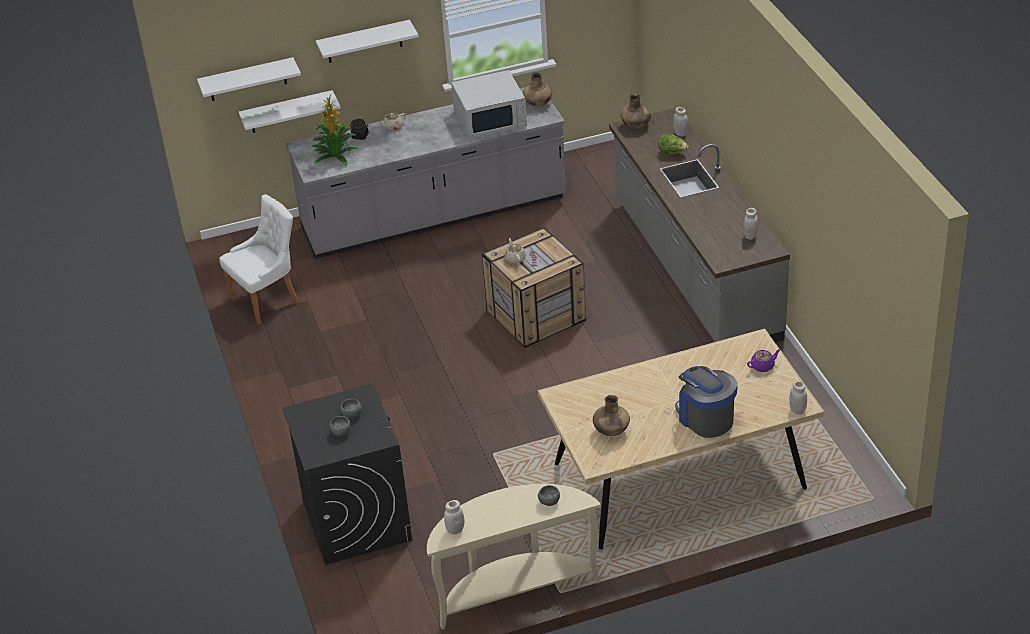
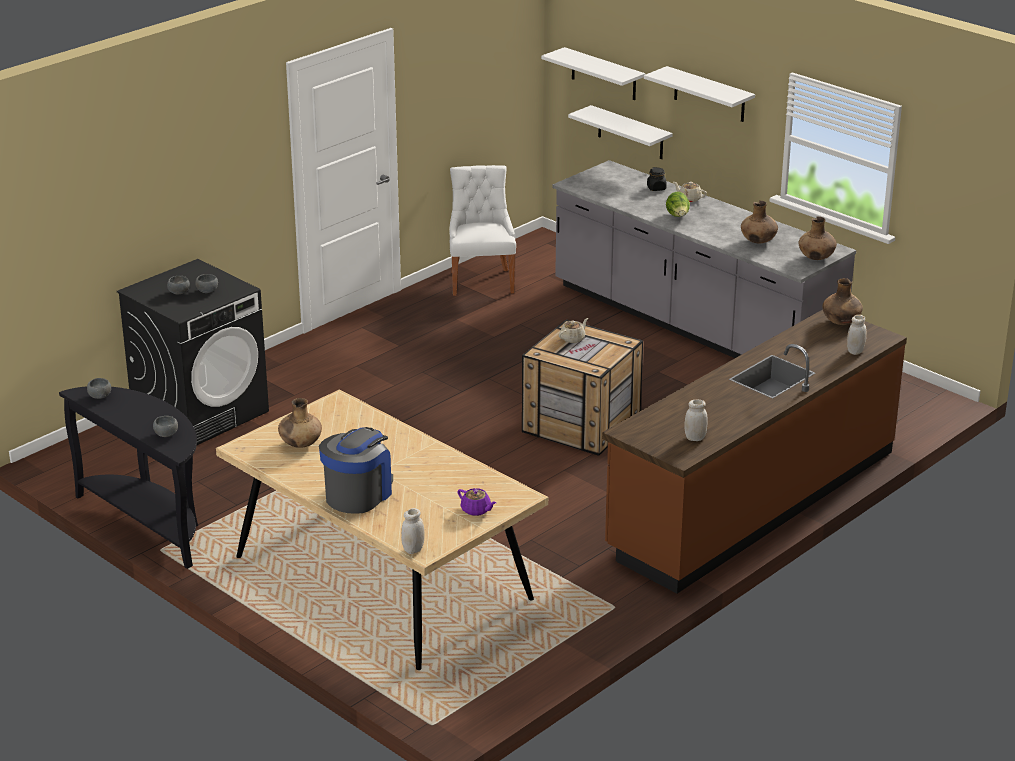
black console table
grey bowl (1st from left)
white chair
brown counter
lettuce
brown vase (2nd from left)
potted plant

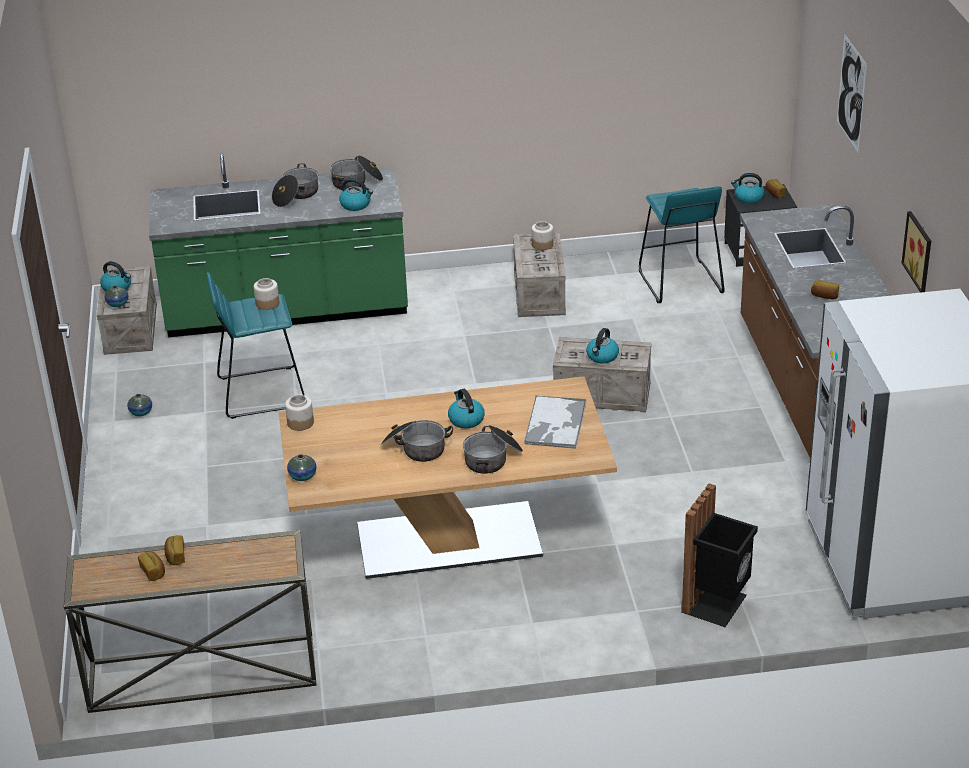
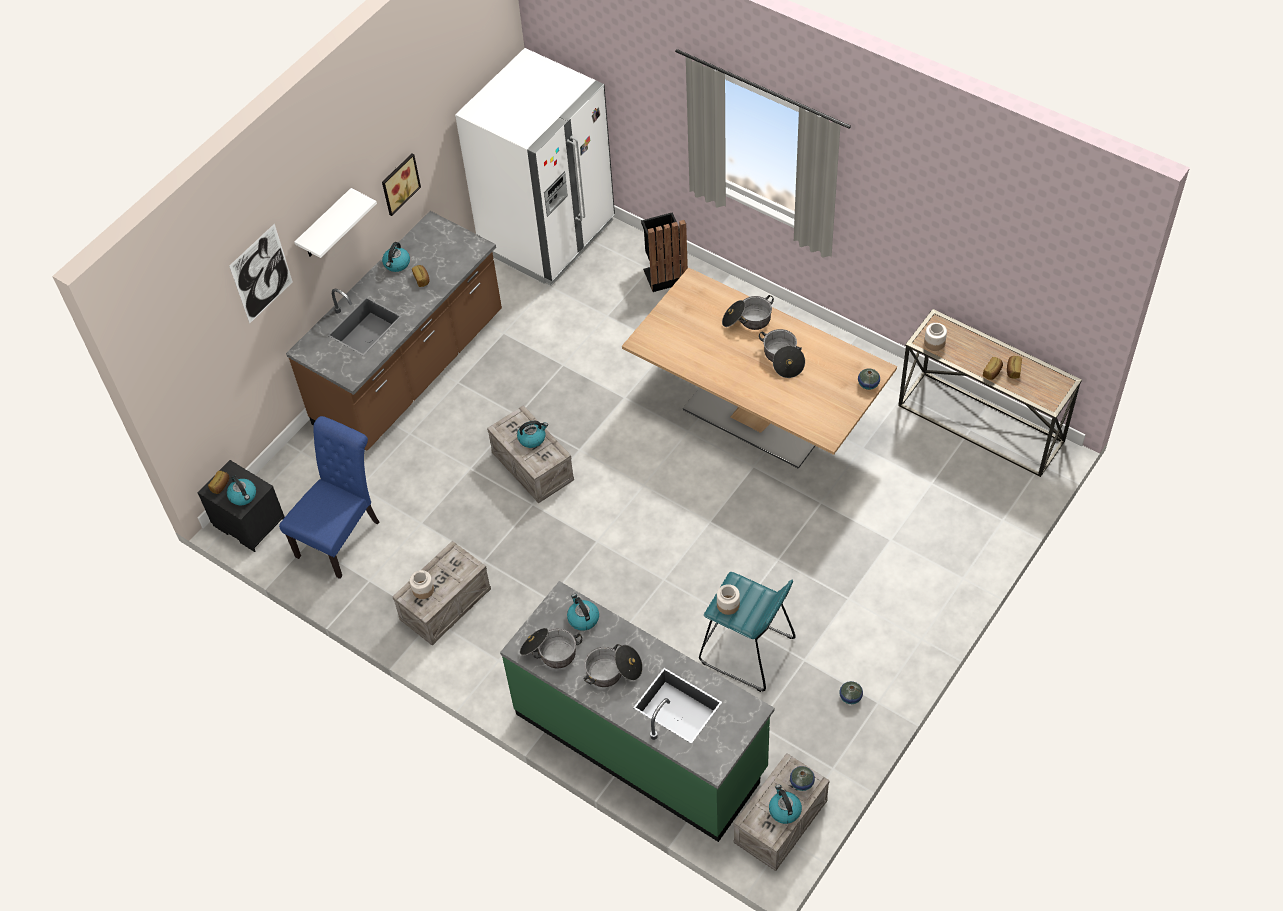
blue chair
white shelf
kettle (2nd from left)
jar (3rd from left)
tray

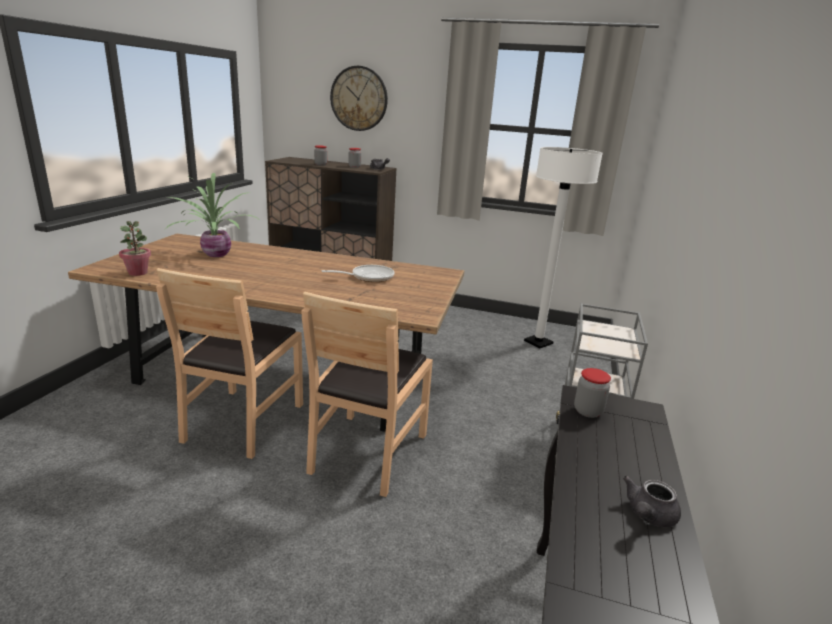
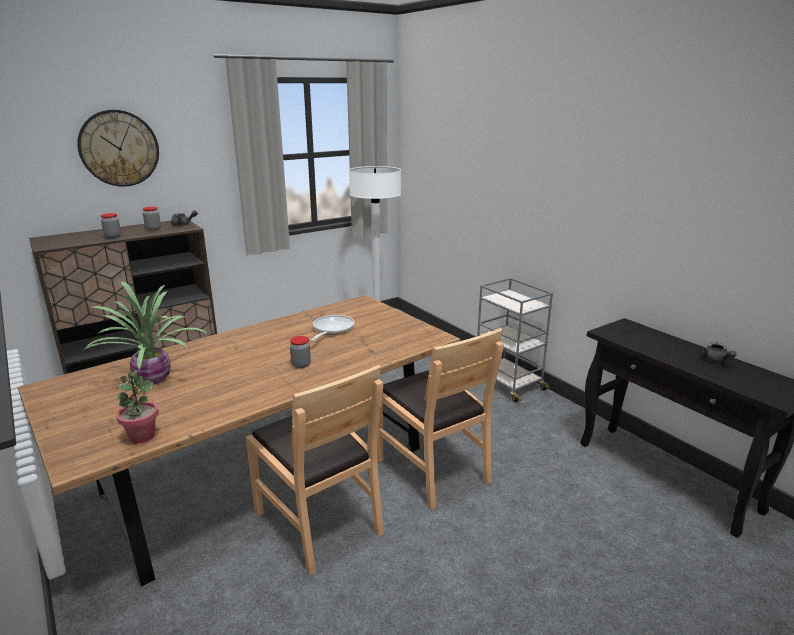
jar (3rd from left)

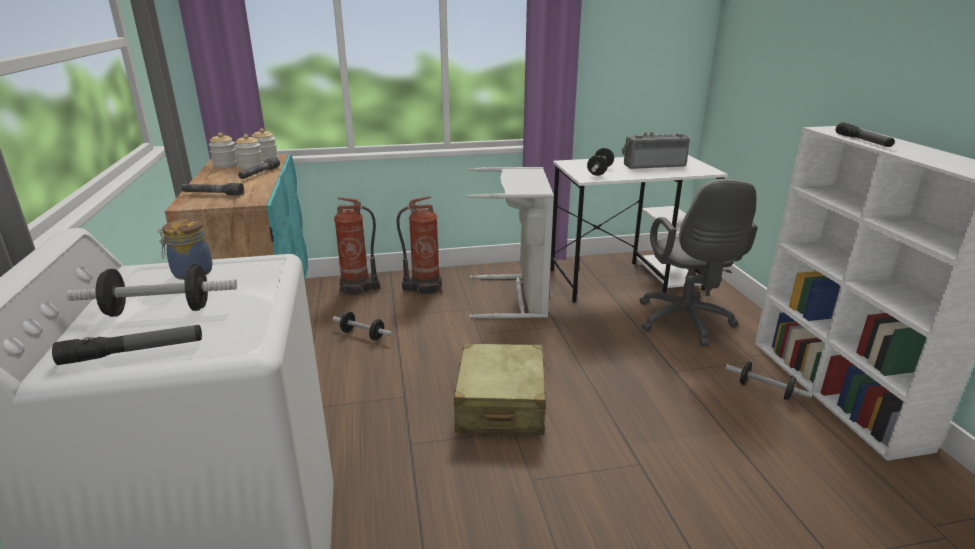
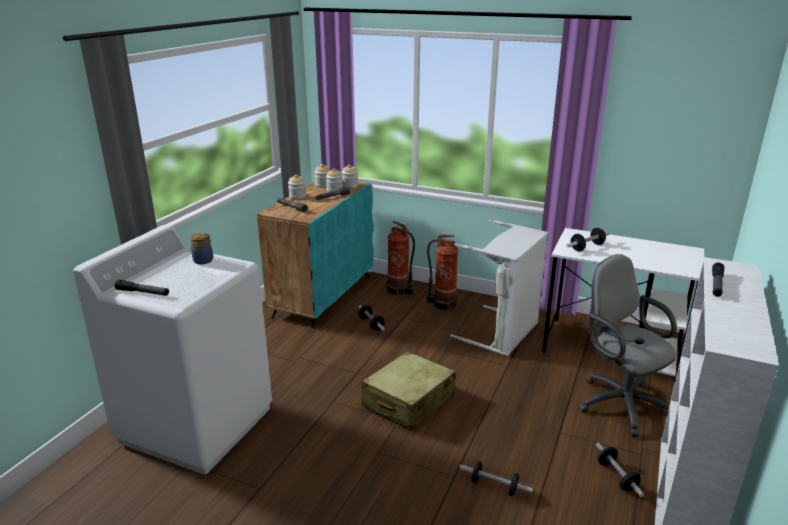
jar (2nd from left)
dumbbell (2nd from left)
grey office chair
radio

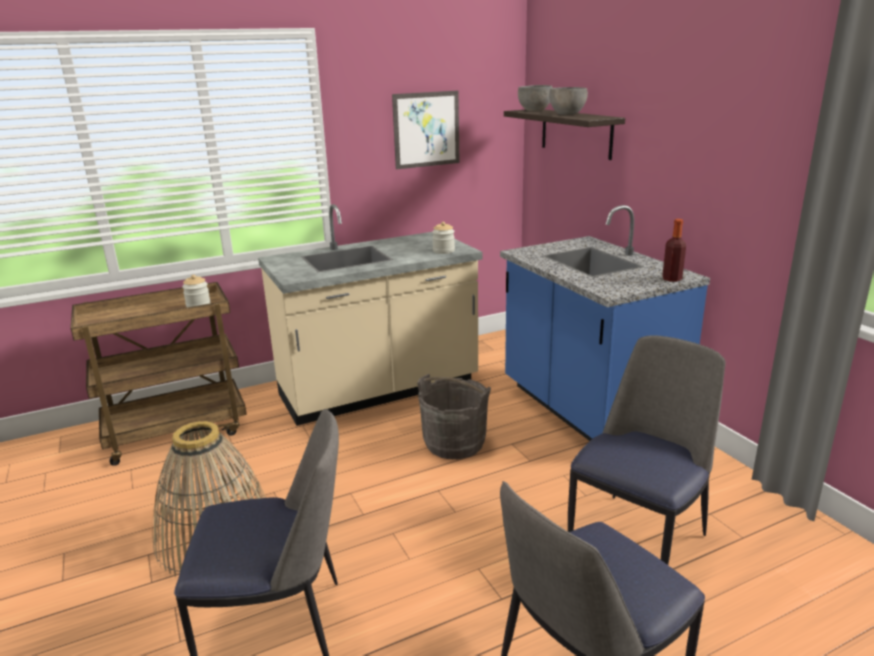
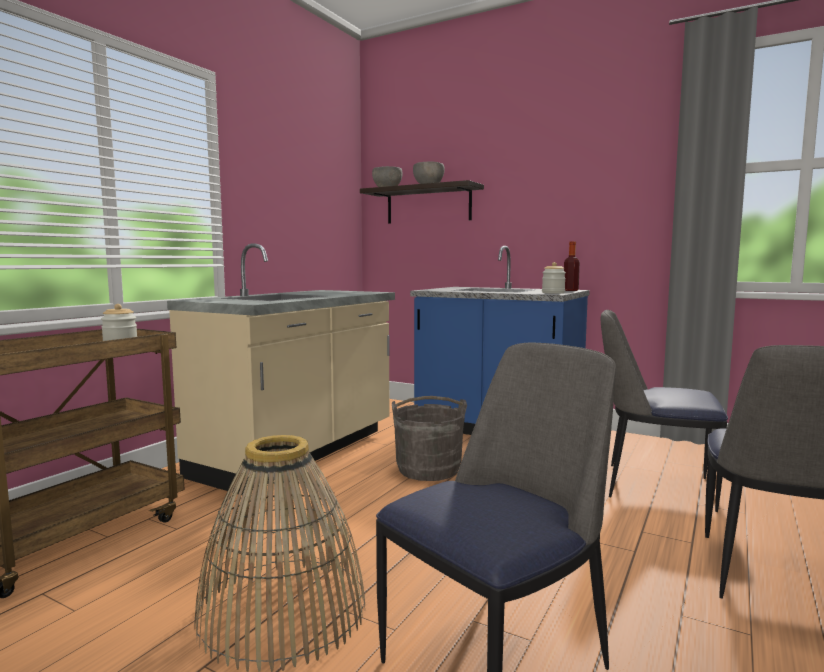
jar (2nd from left)
chair (2nd from left)
picture

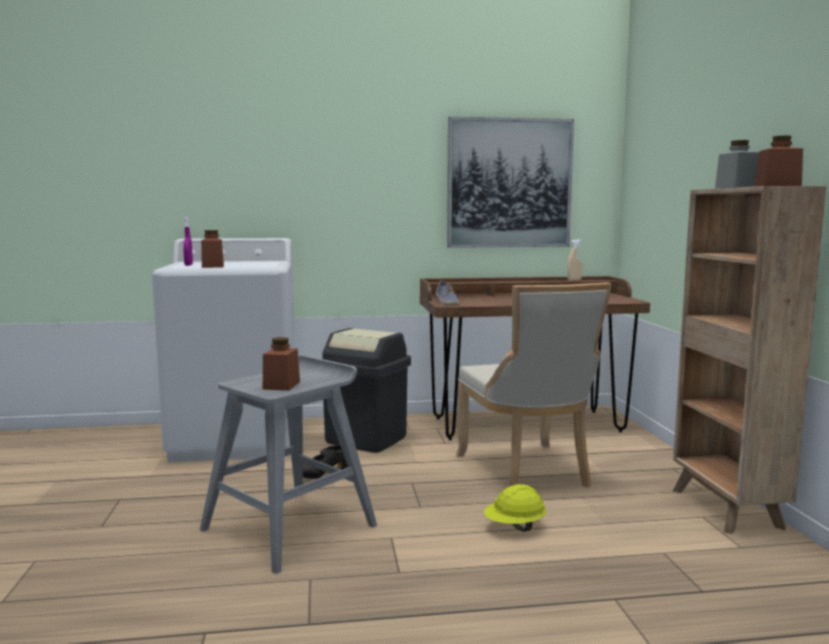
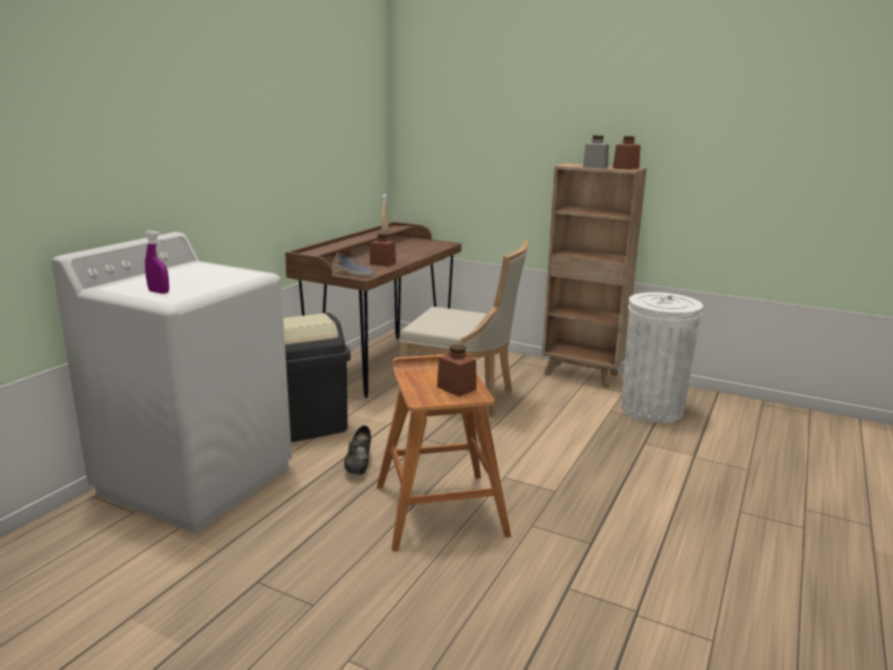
brown jar (1st from left)
brown stool
white trash can
picture
yellow hard hat

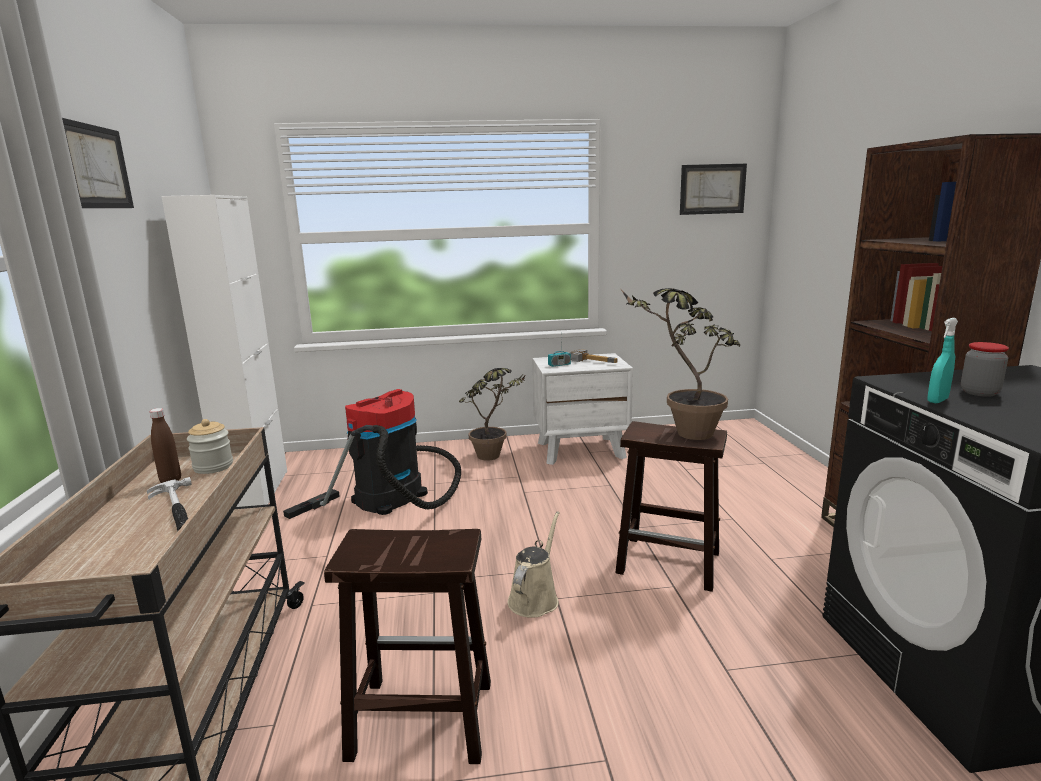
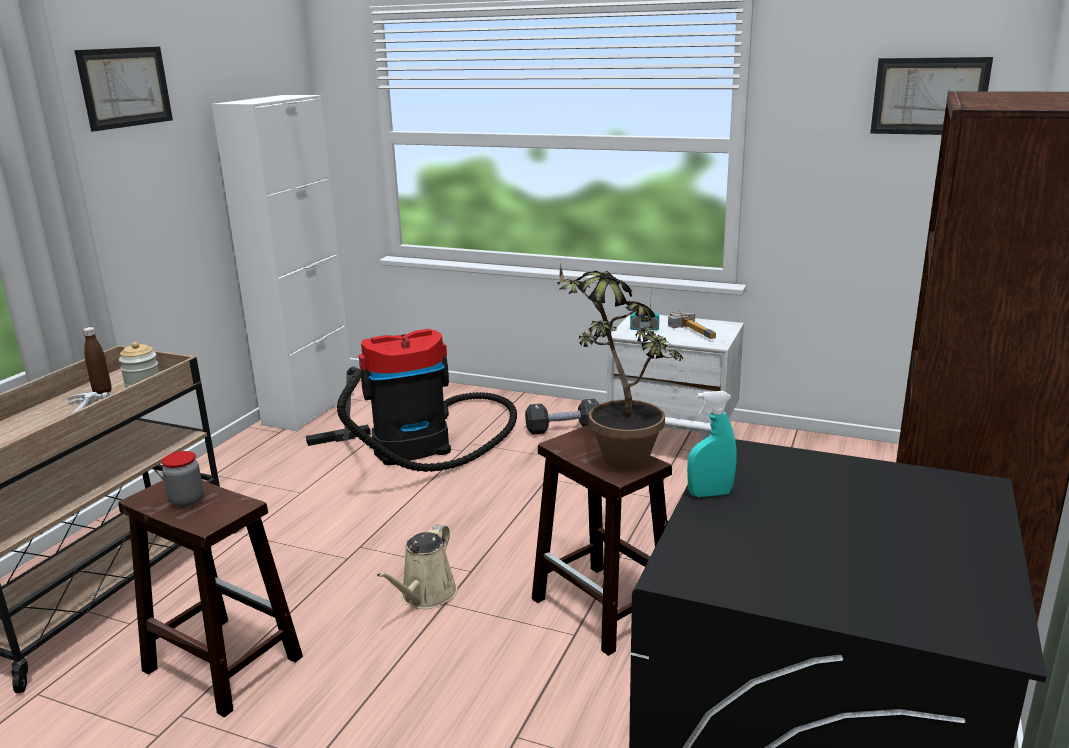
jar (2nd from left)
beige watering can
black dumbbell

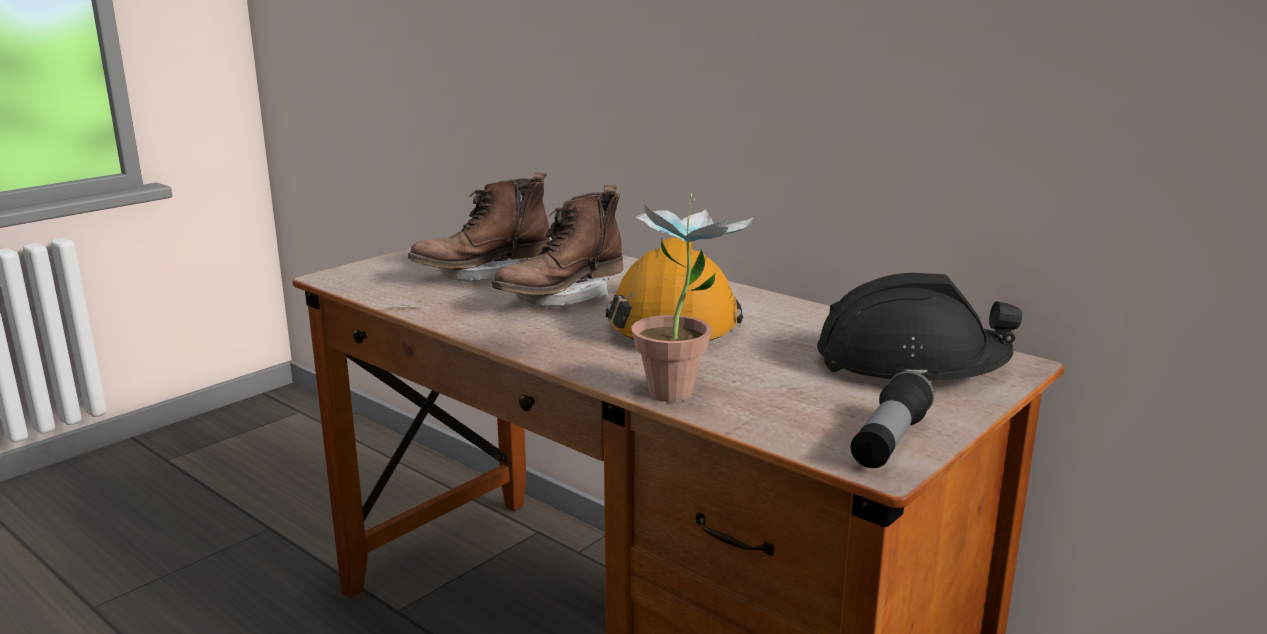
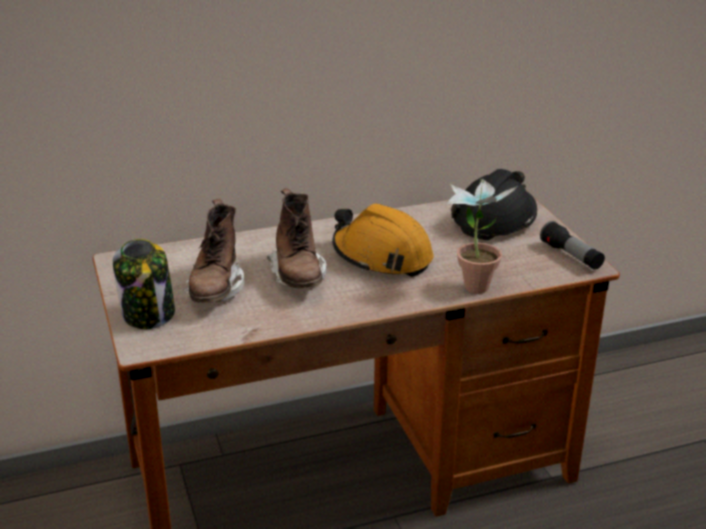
jar

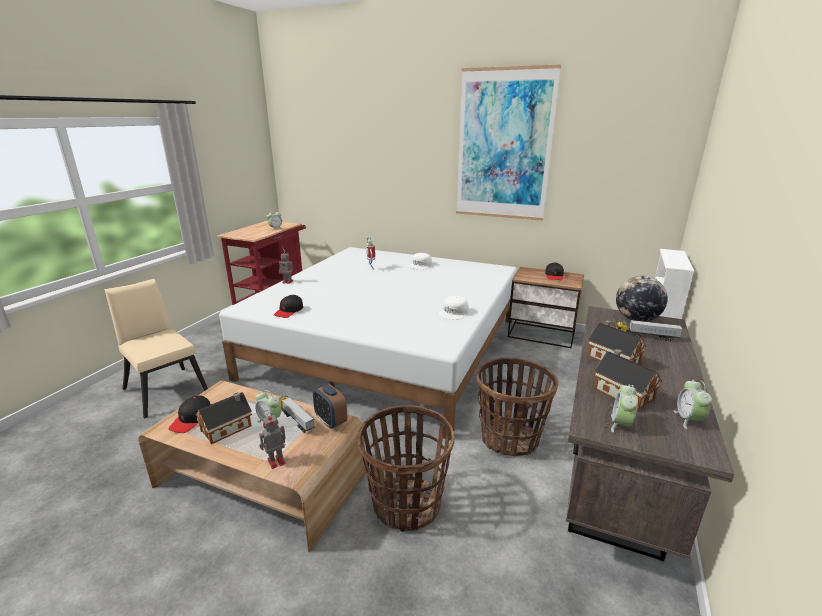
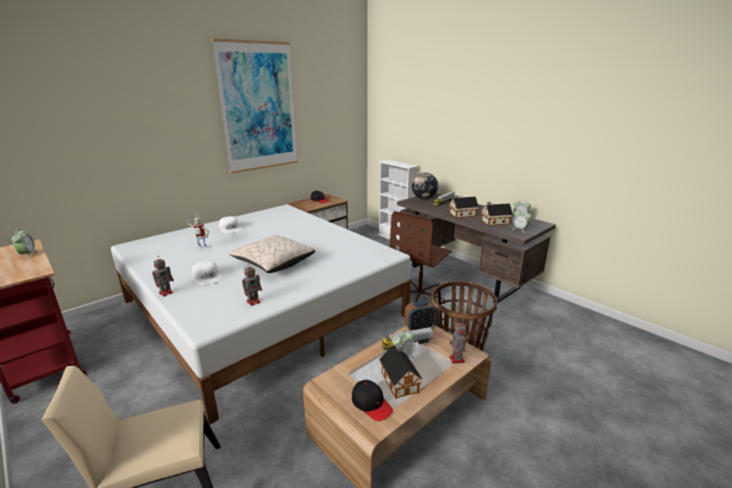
white cap (1st from left)
beige pillow
toy robot (3rd from left)
brown office chair

